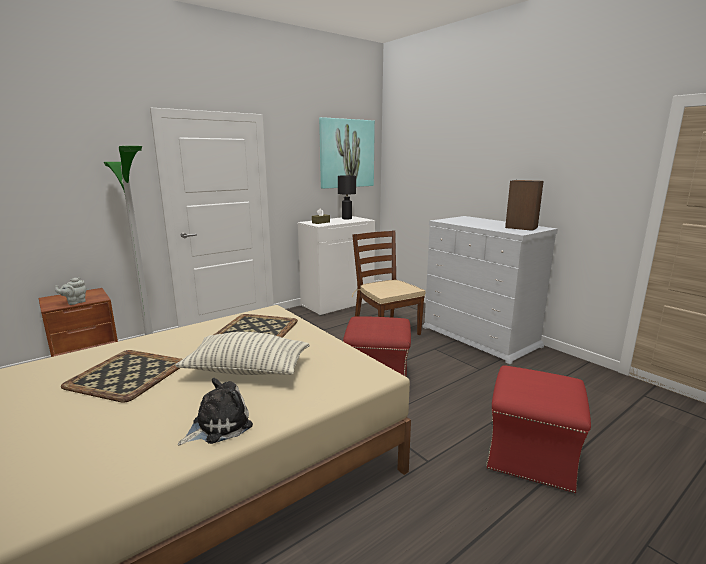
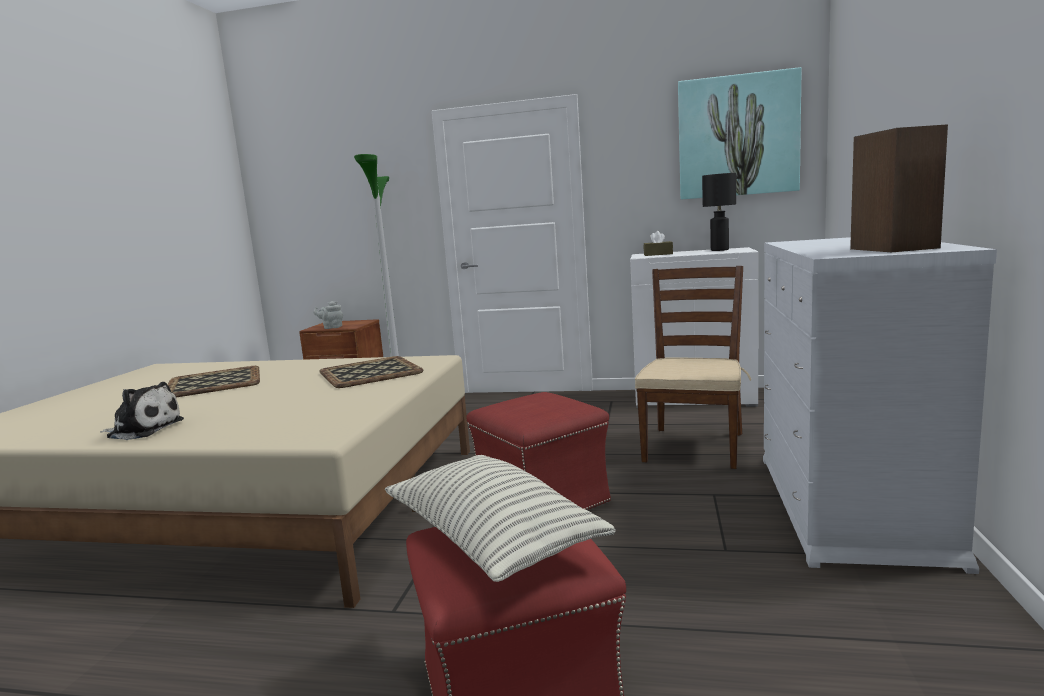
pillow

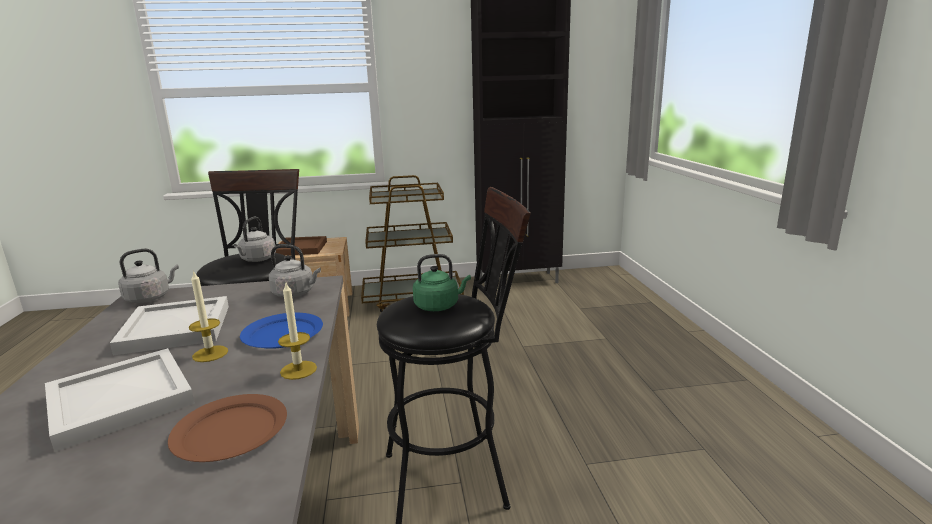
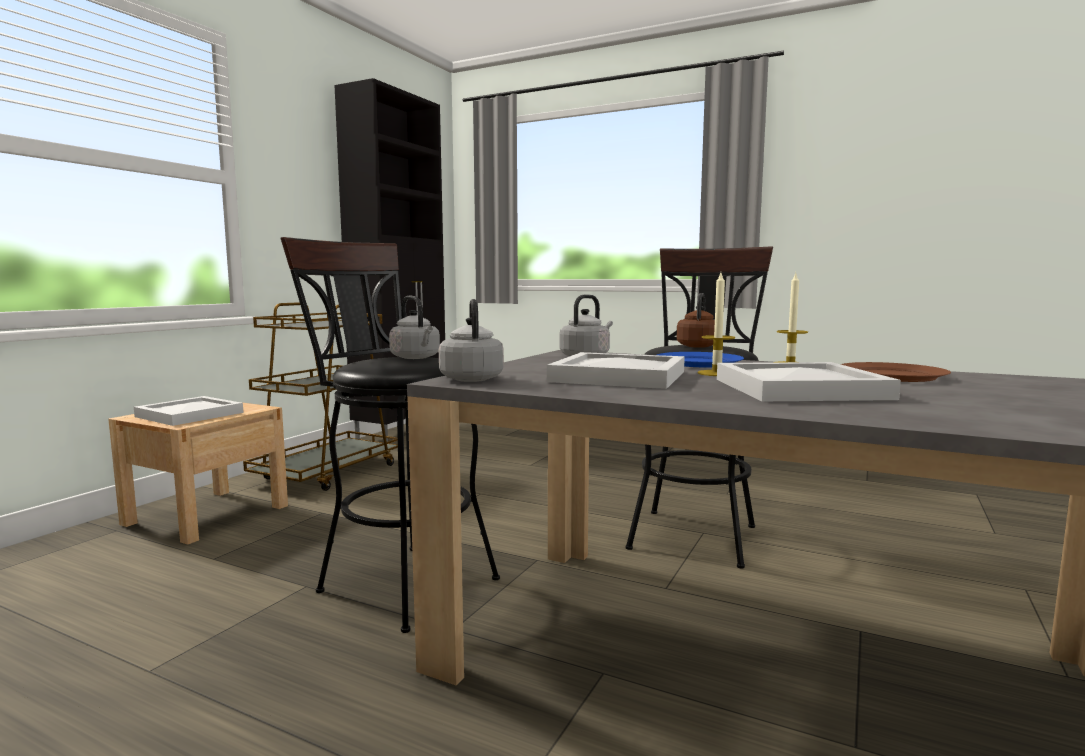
white tray (1st from left)
brown kettle

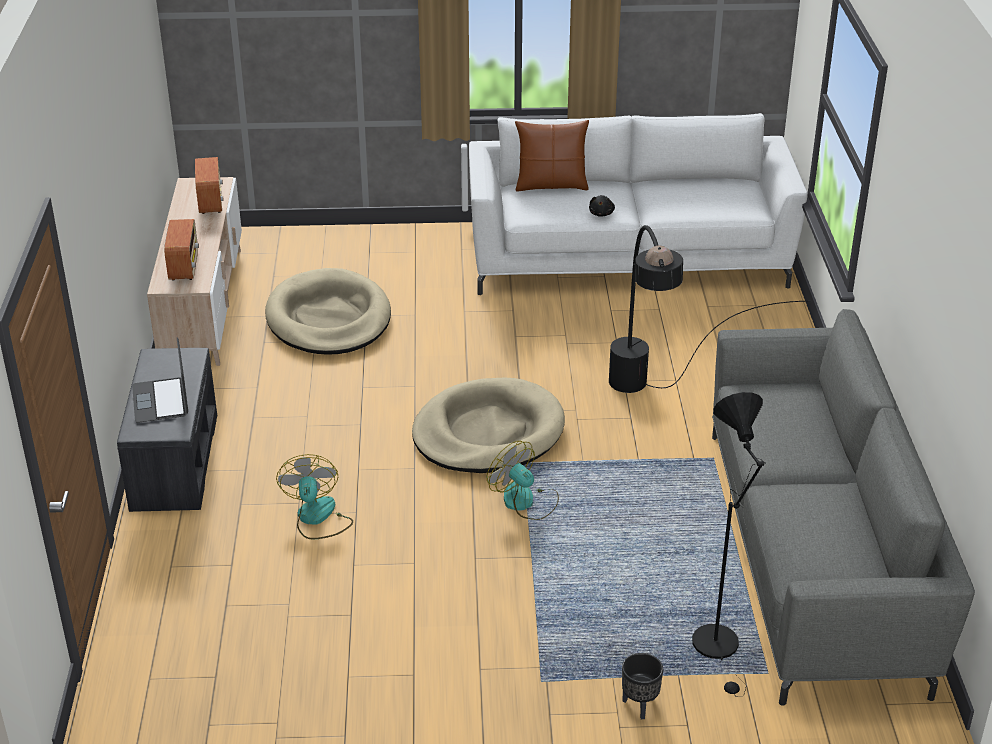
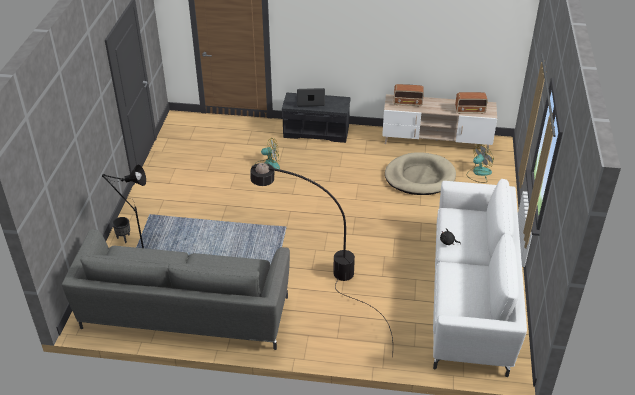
fan (2nd from left)
beige dog bed (2nd from left in the first image)
brown pillow

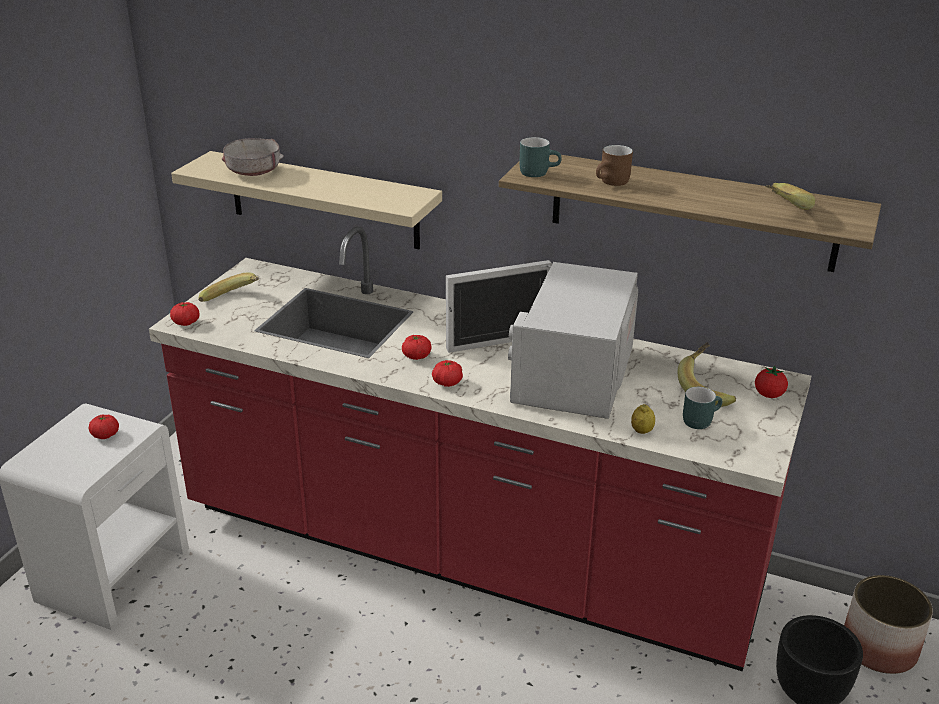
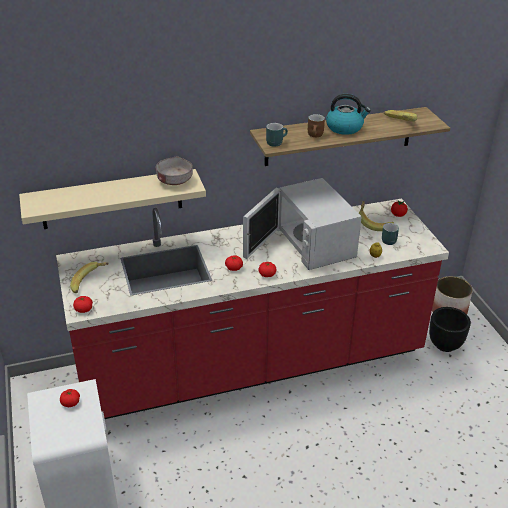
grey bowl
kettle

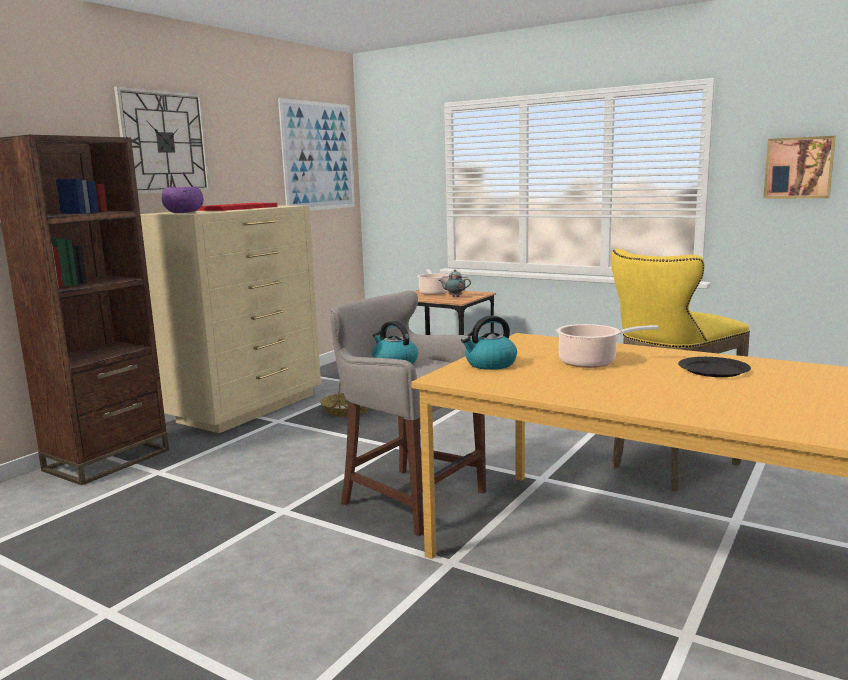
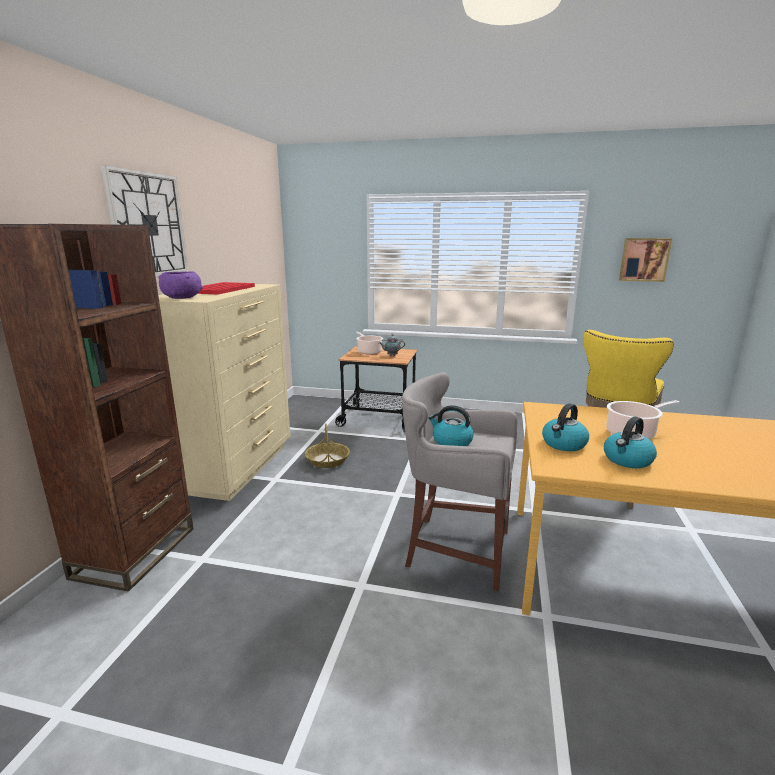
kettle (3rd from left)
picture (1st from left in the first image)
black plate

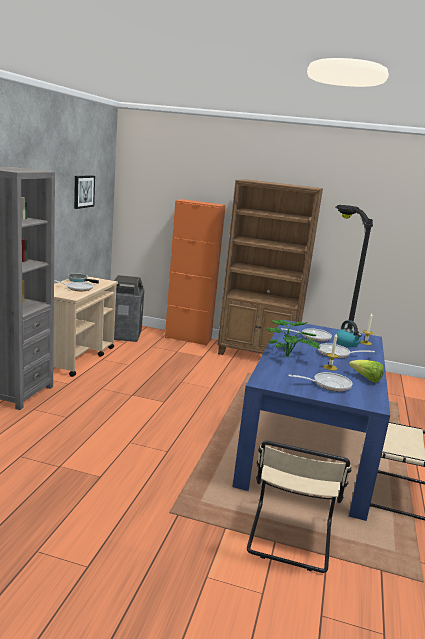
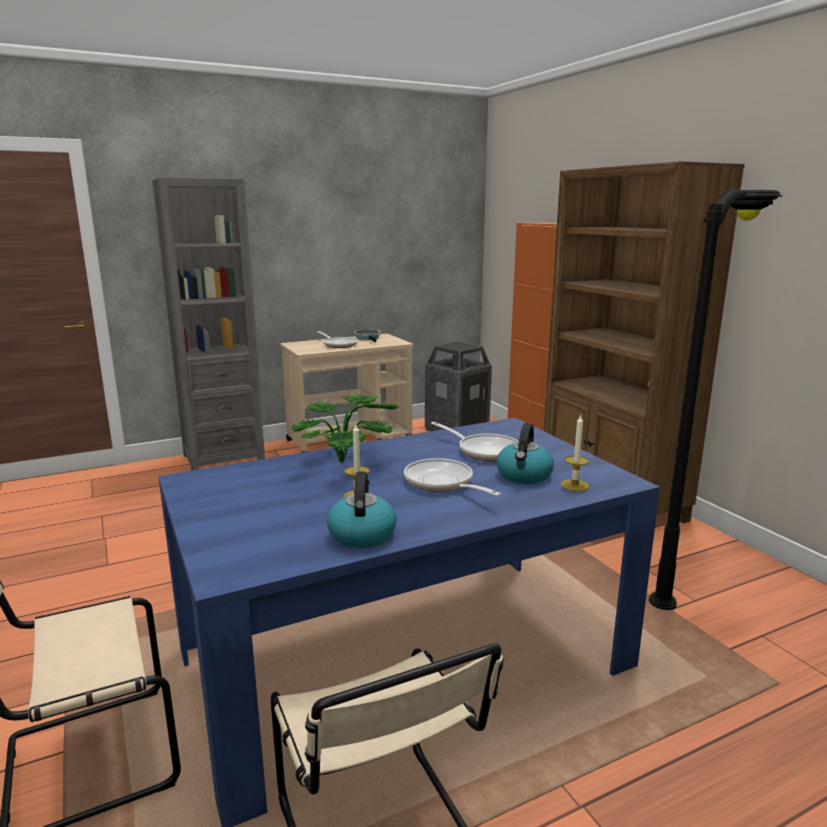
kettle (1st from left)
picture
frying pan (4th from left in the first image)

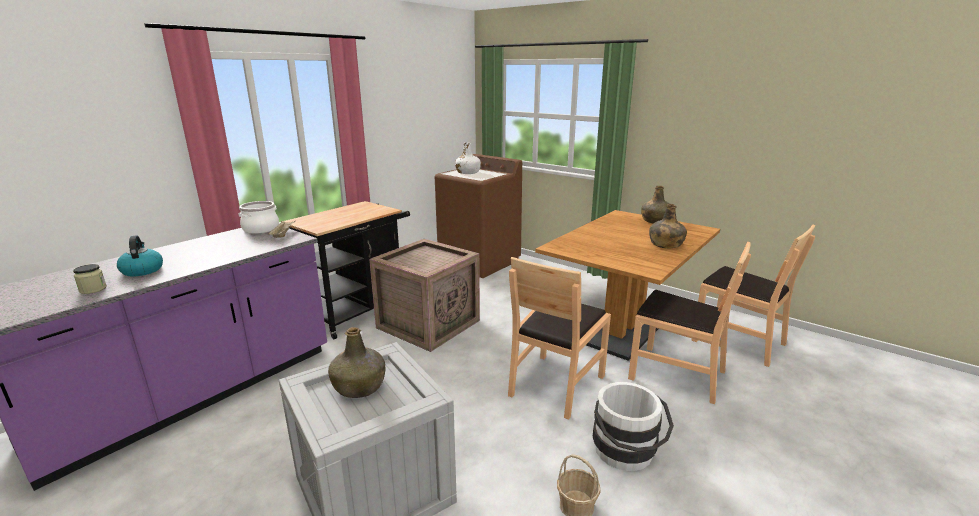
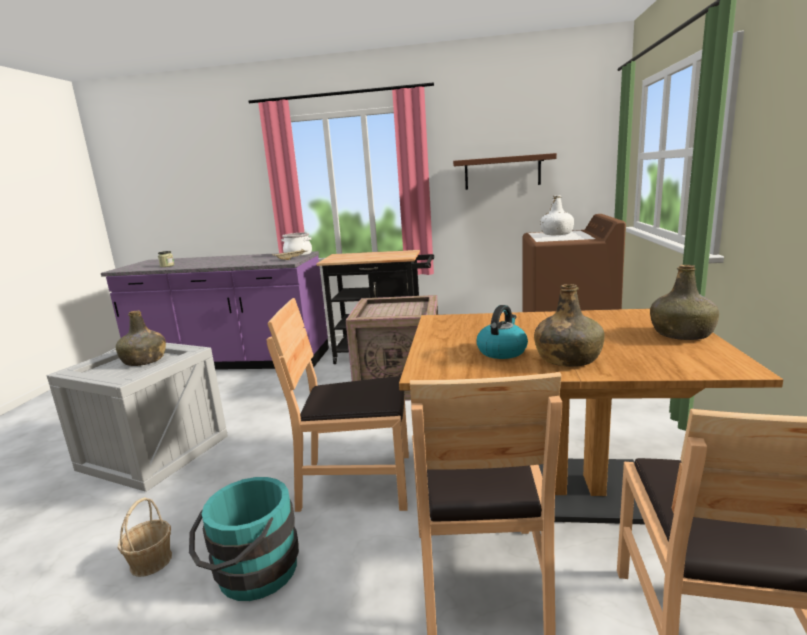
turquoise bucket
brown shelf
kettle

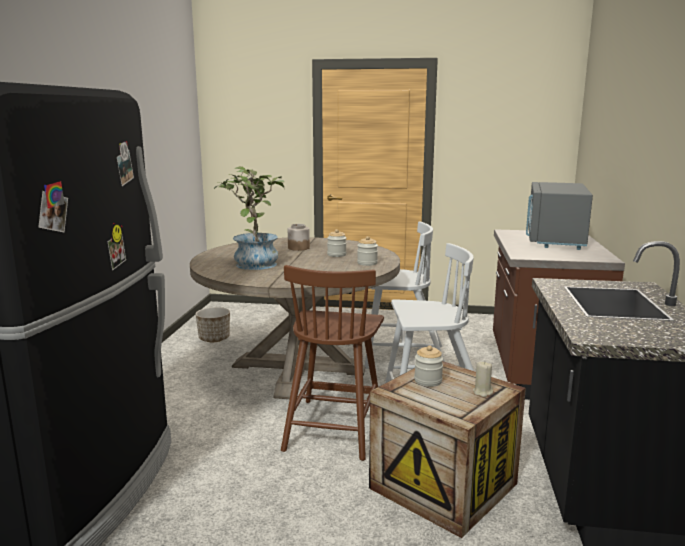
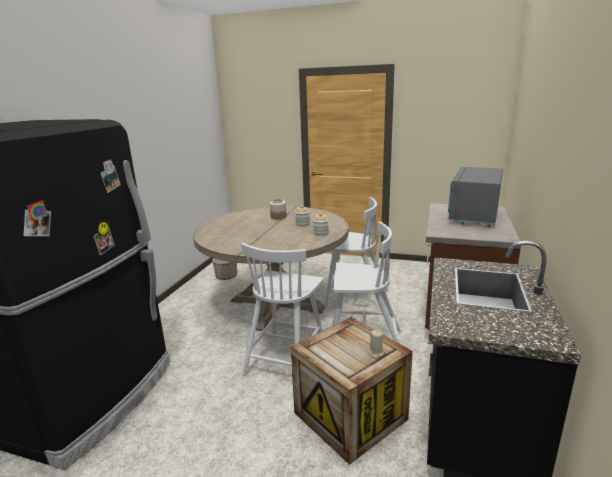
white chair (1st from left)
potted plant
jar (4th from left in the first image)

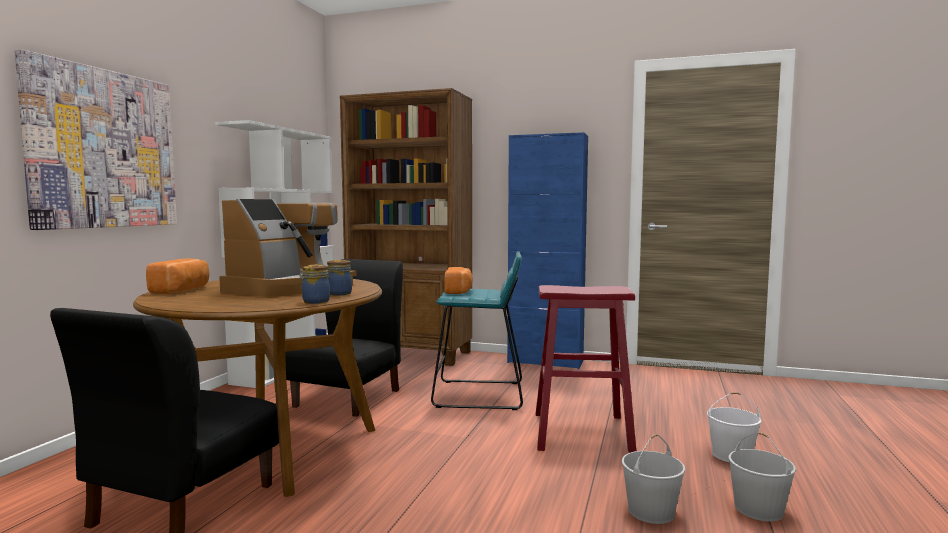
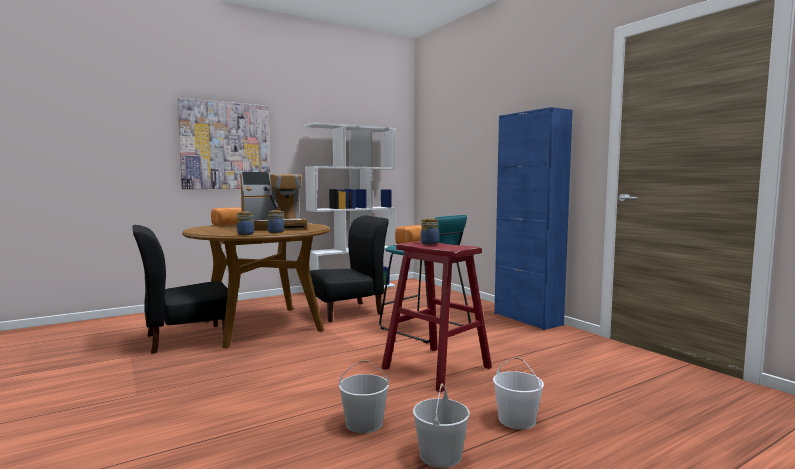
jar (3rd from left)
brown bookcase

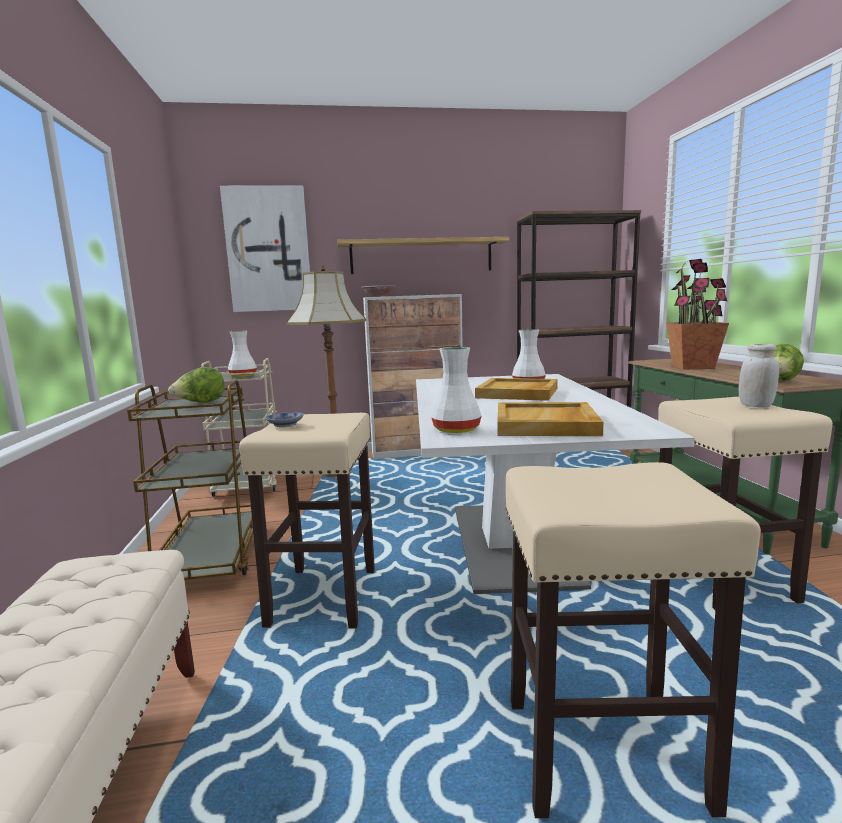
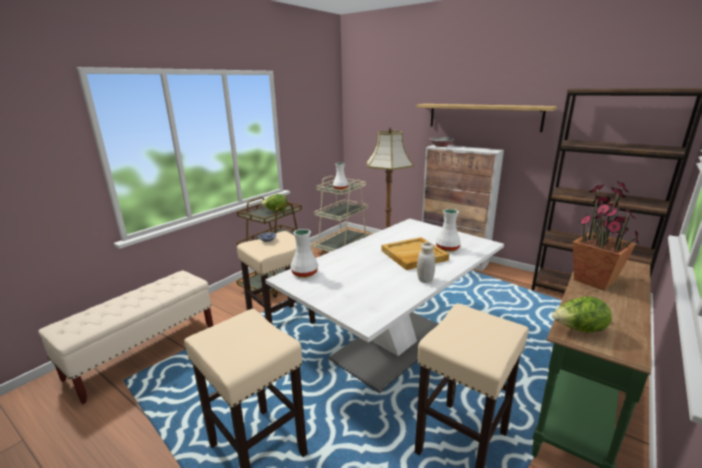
white jar
picture
beige tray (2nd from left in the first image)

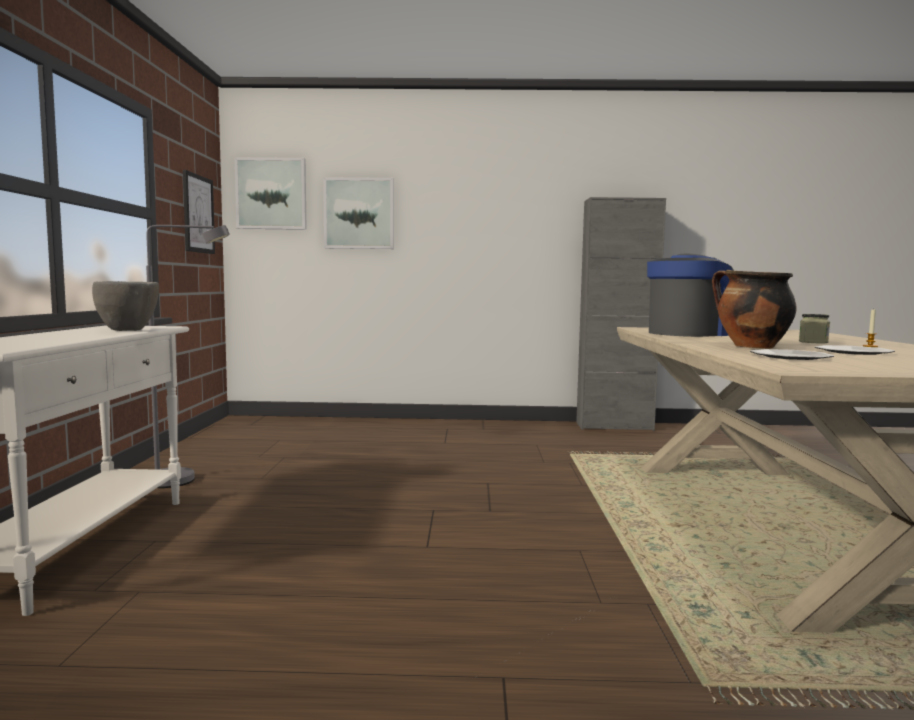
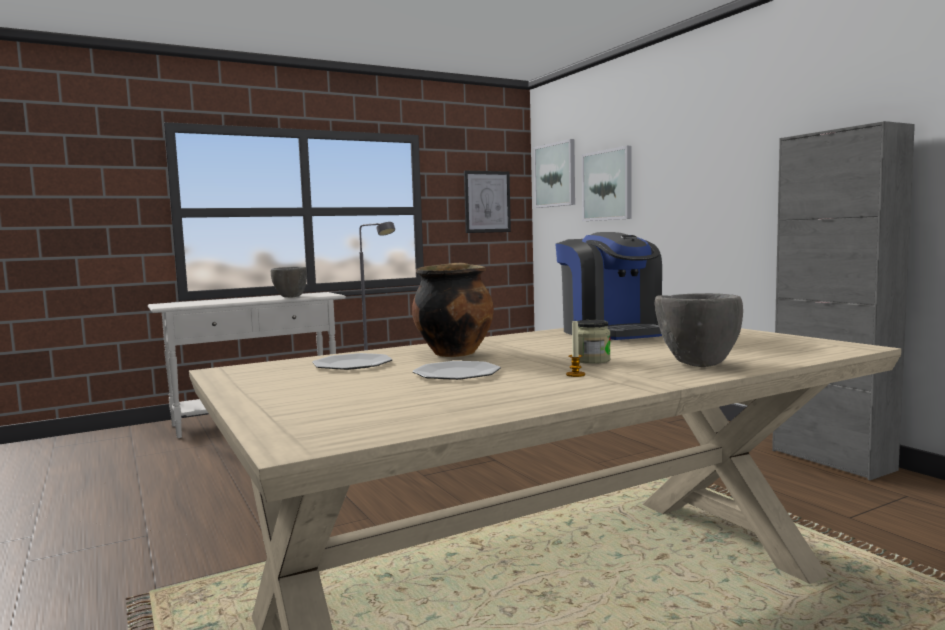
coffee machine
grey bowl (2nd from left)

